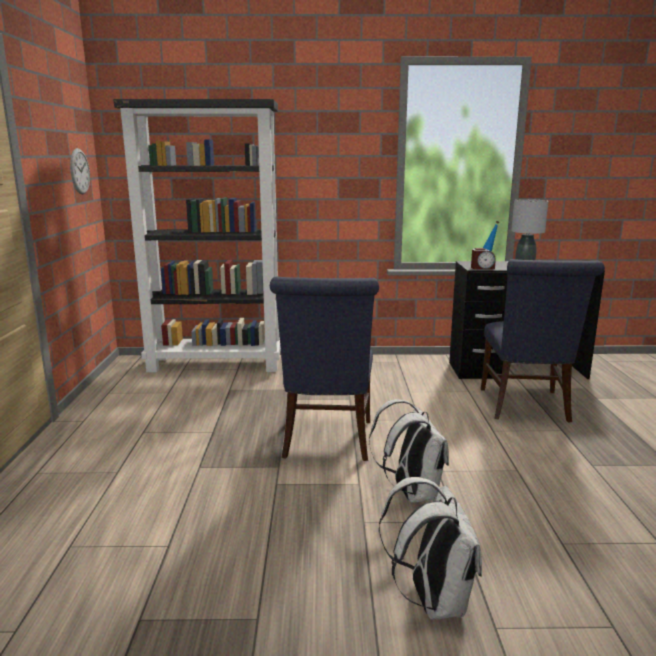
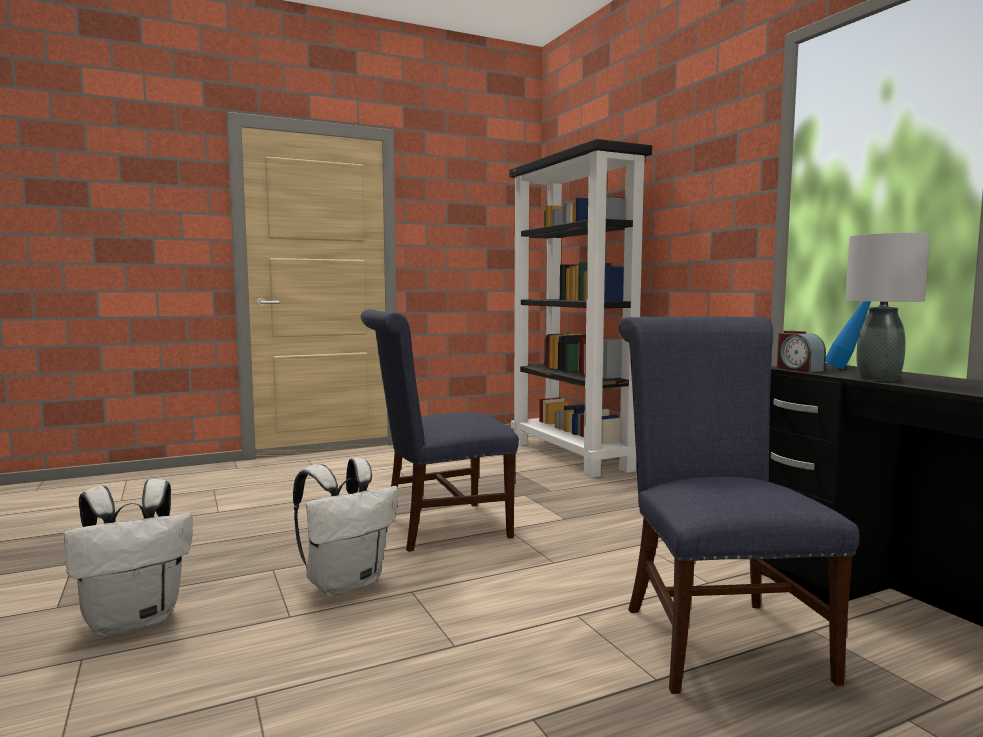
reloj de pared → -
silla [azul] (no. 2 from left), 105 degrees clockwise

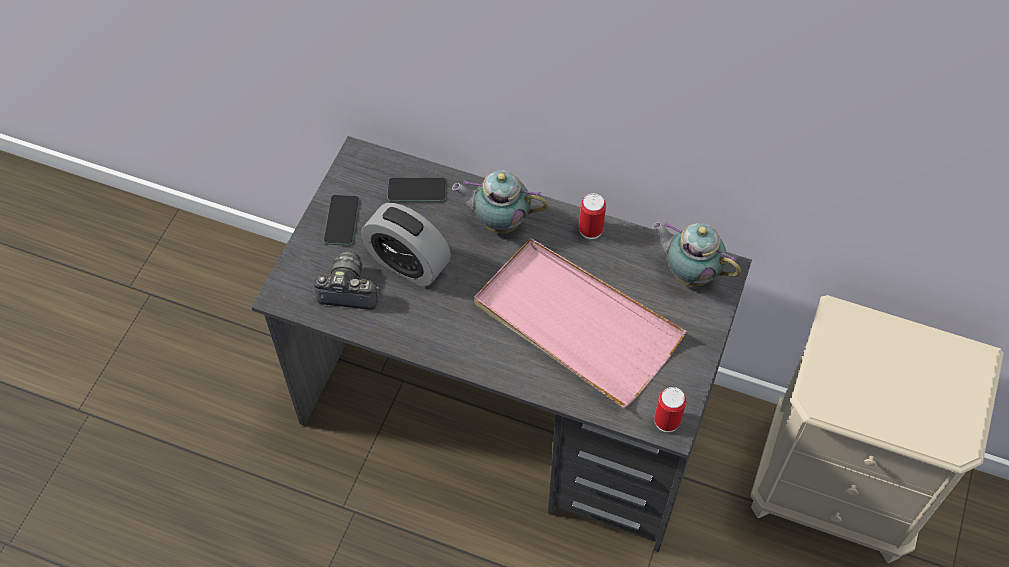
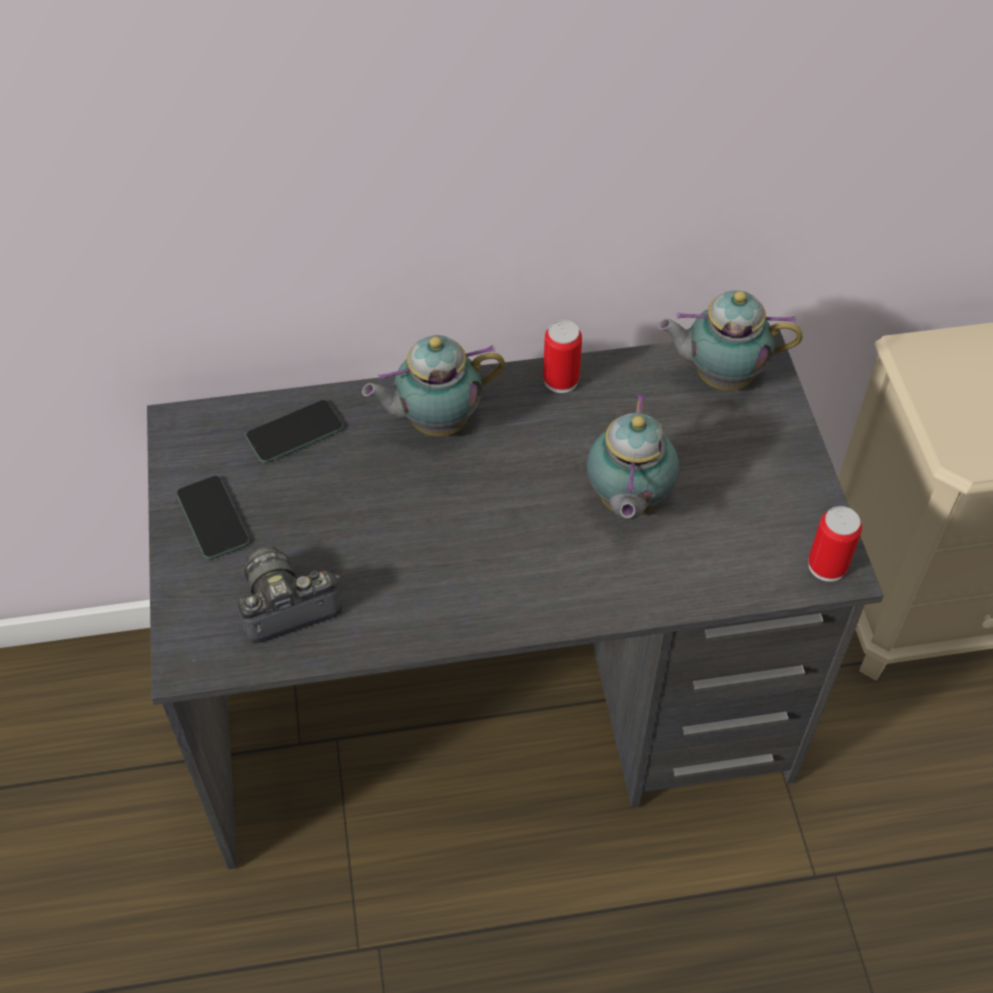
despertador → -
bandeja [rosa] → tetera (no. 2 from left)

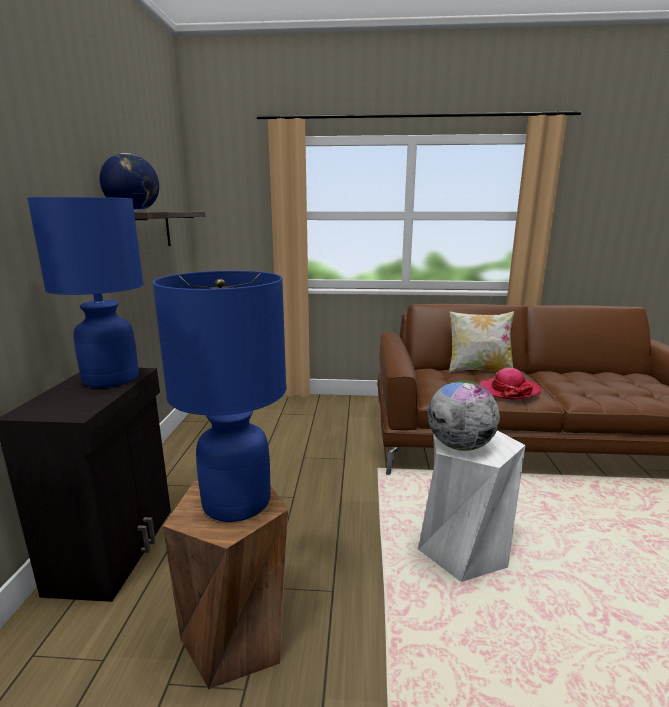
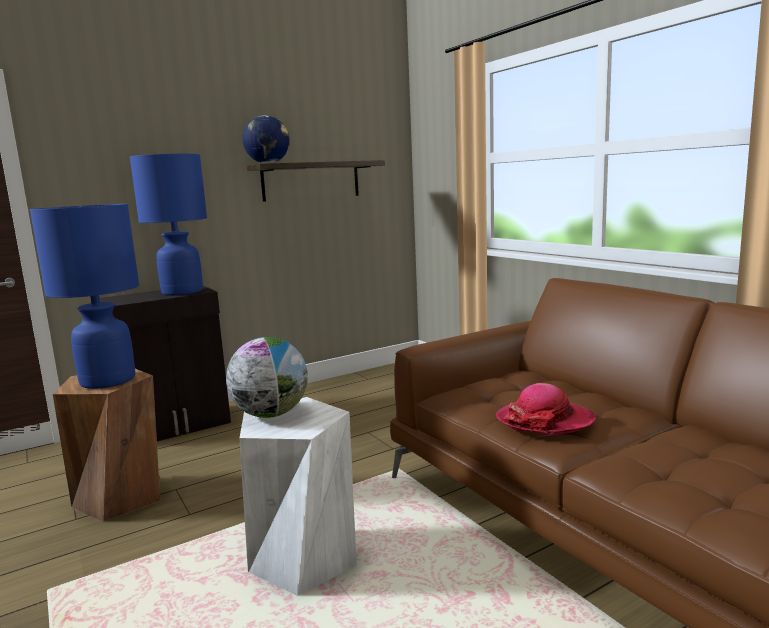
cojín → -

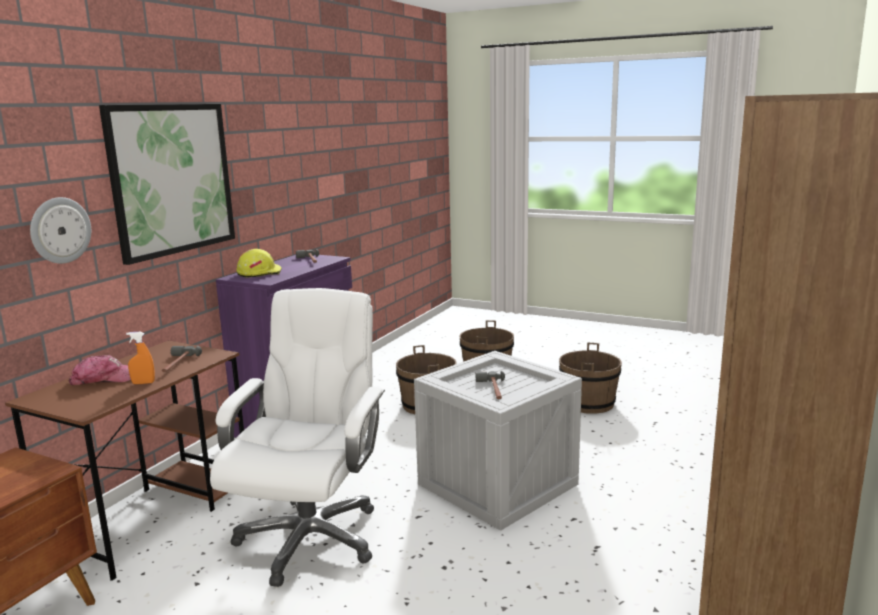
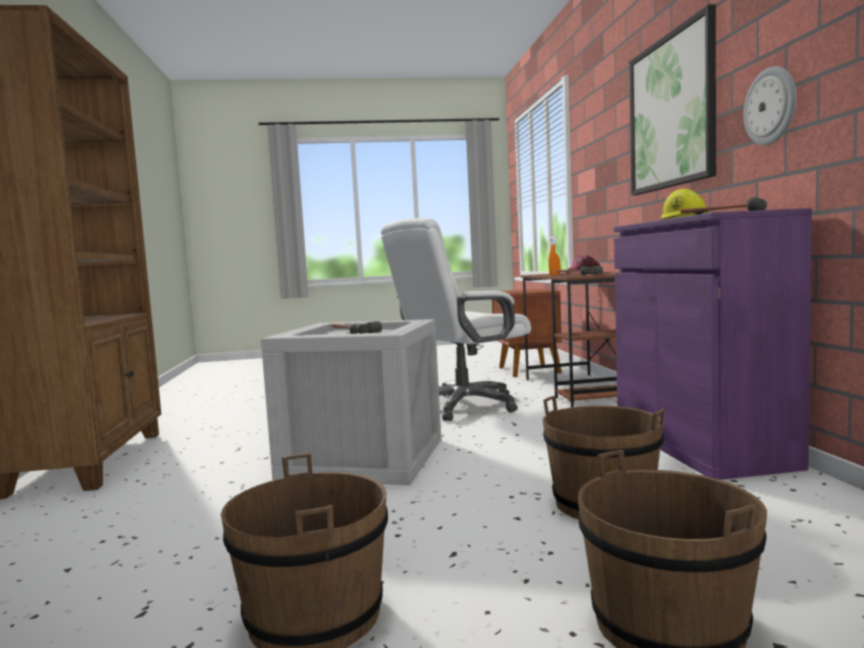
reloj de pared, shifted
silla de oficina [blanco], 75 degrees clockwise

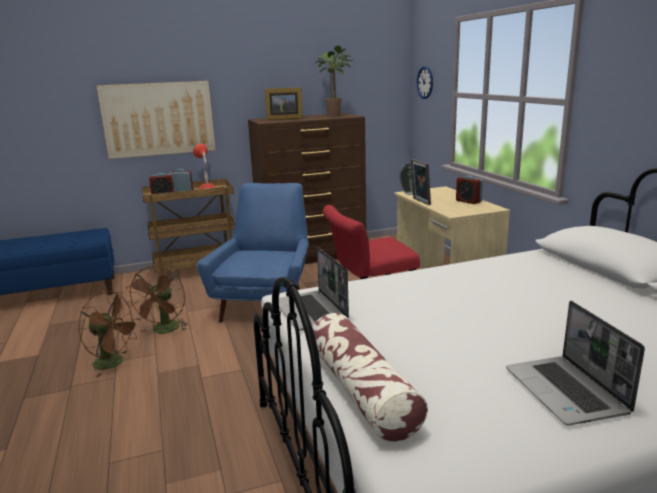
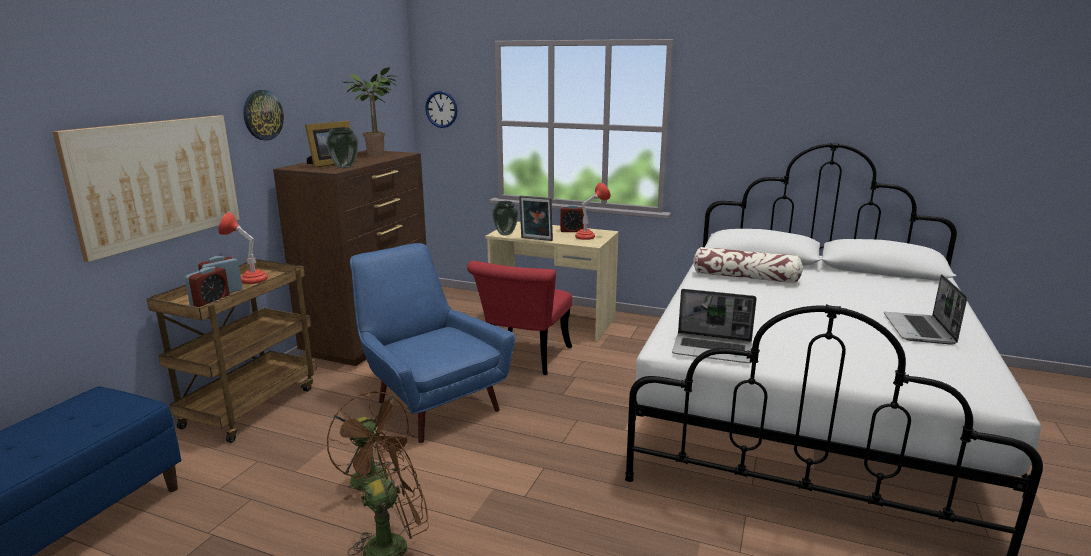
cojín, shifted
portátil (no. 2 from left), 75 degrees clockwise
- → reloj de pared (no. 1 from left)
- → florero (no. 1 from left)
- → lámpara de mesa [rojo] (no. 2 from left)

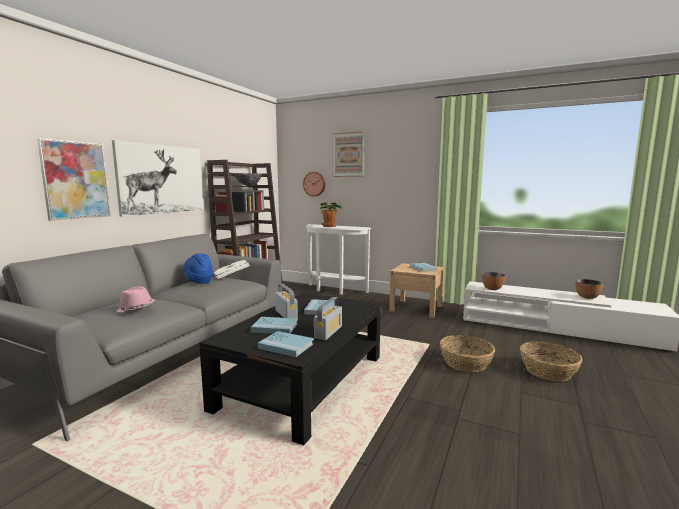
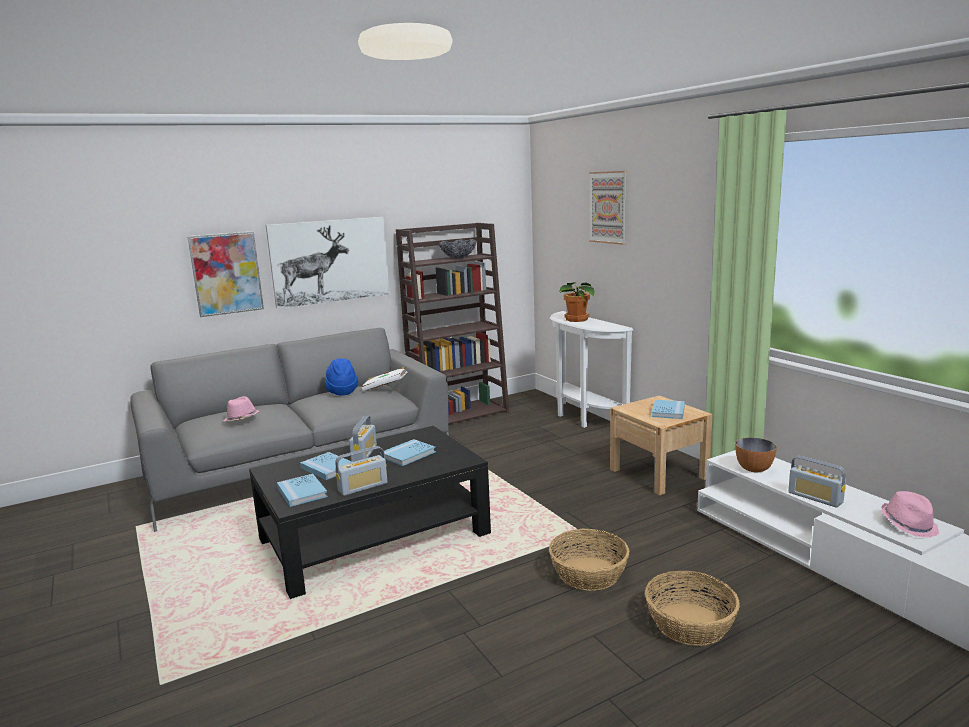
reloj de pared → -
cuenco (no. 3 from left) → sombrero [rosa] (no. 2 from left)
- → radio (no. 3 from left)

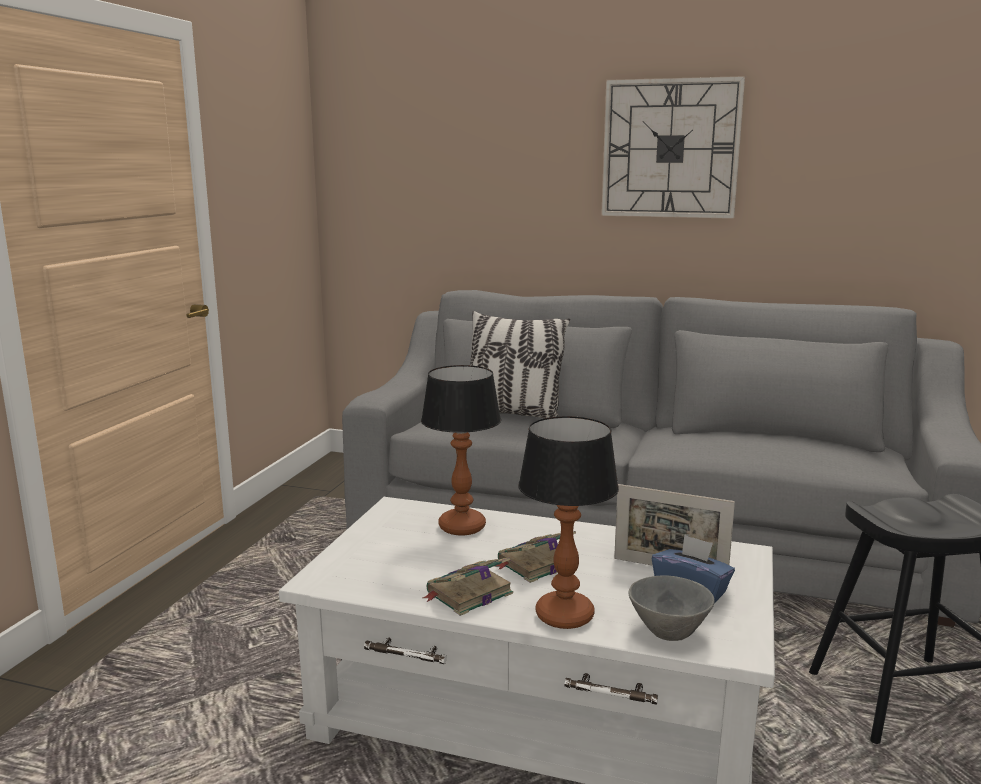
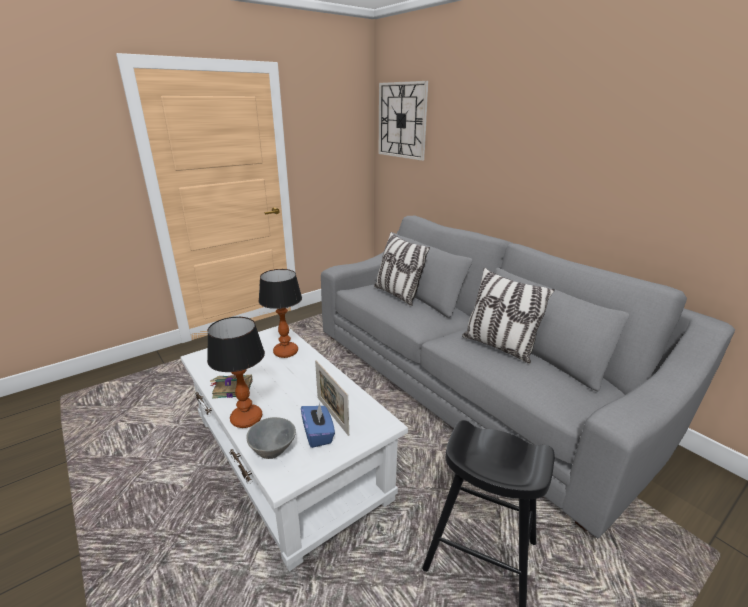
libro (no. 2 from left) → -
reloj de pared, shifted
- → cojín (no. 2 from left)

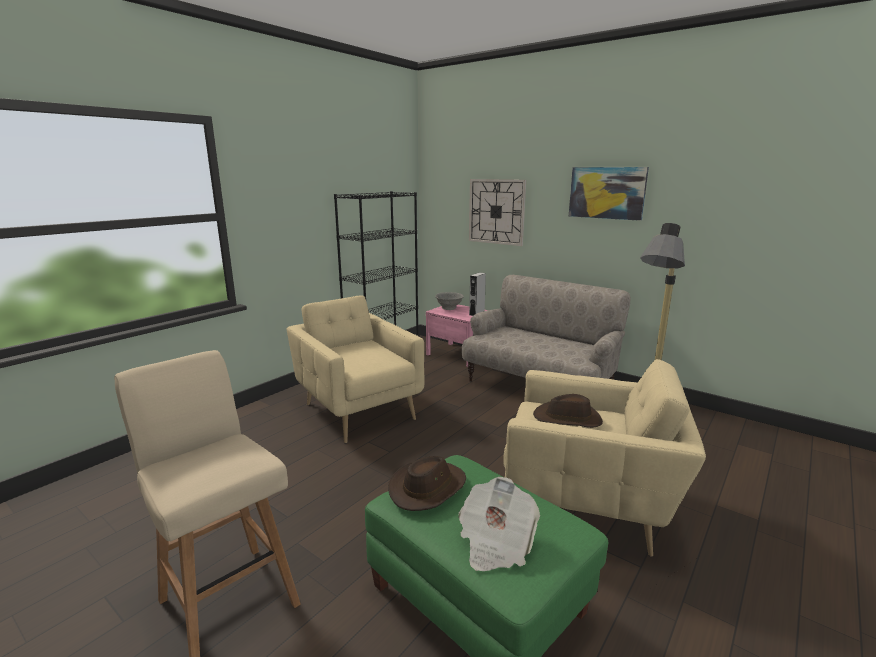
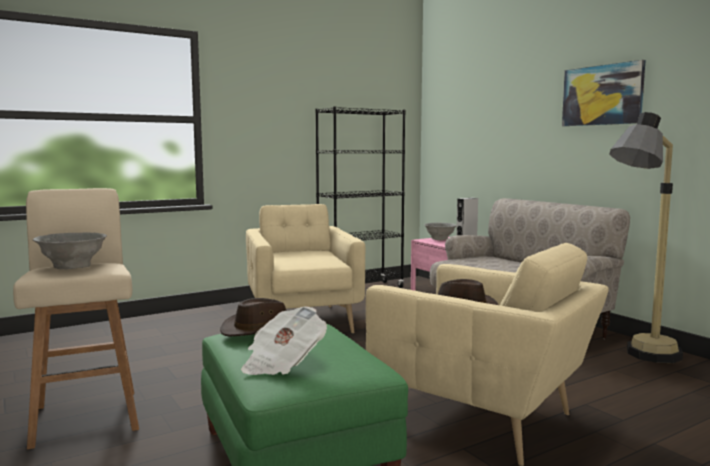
reloj de pared → -
- → cuenco [gris] (no. 1 from left)

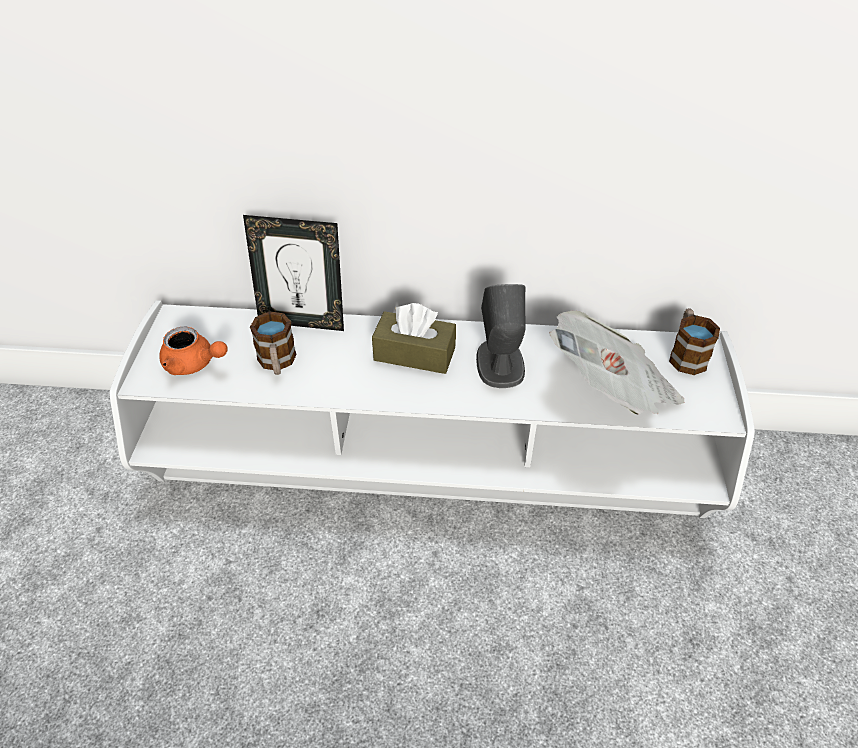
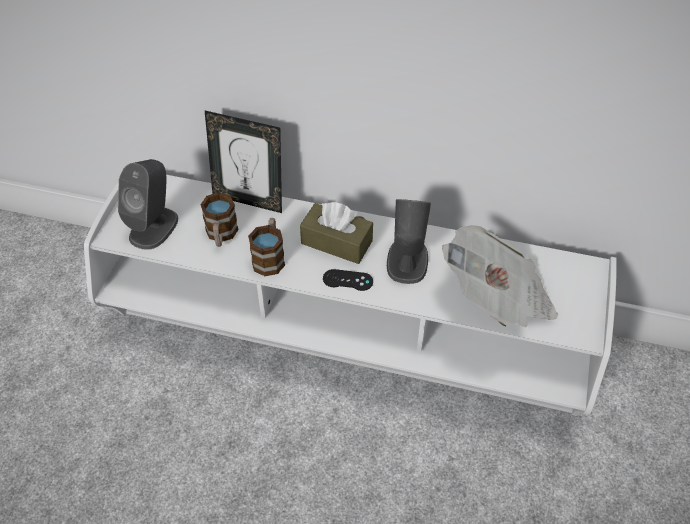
tetera [naranja] → altavoz [gris] (no. 1 from left)
taza grande (no. 2 from left), shifted
- → mando de consola [negro]

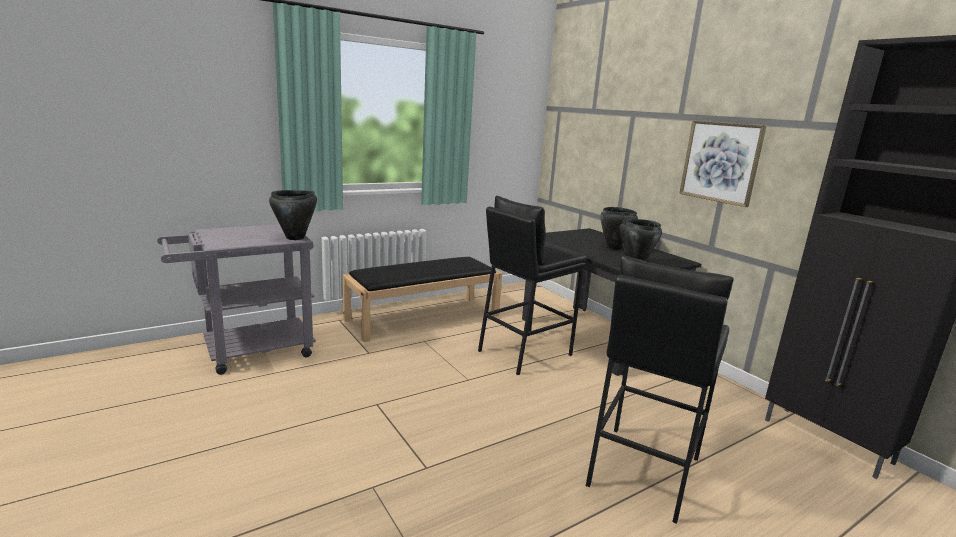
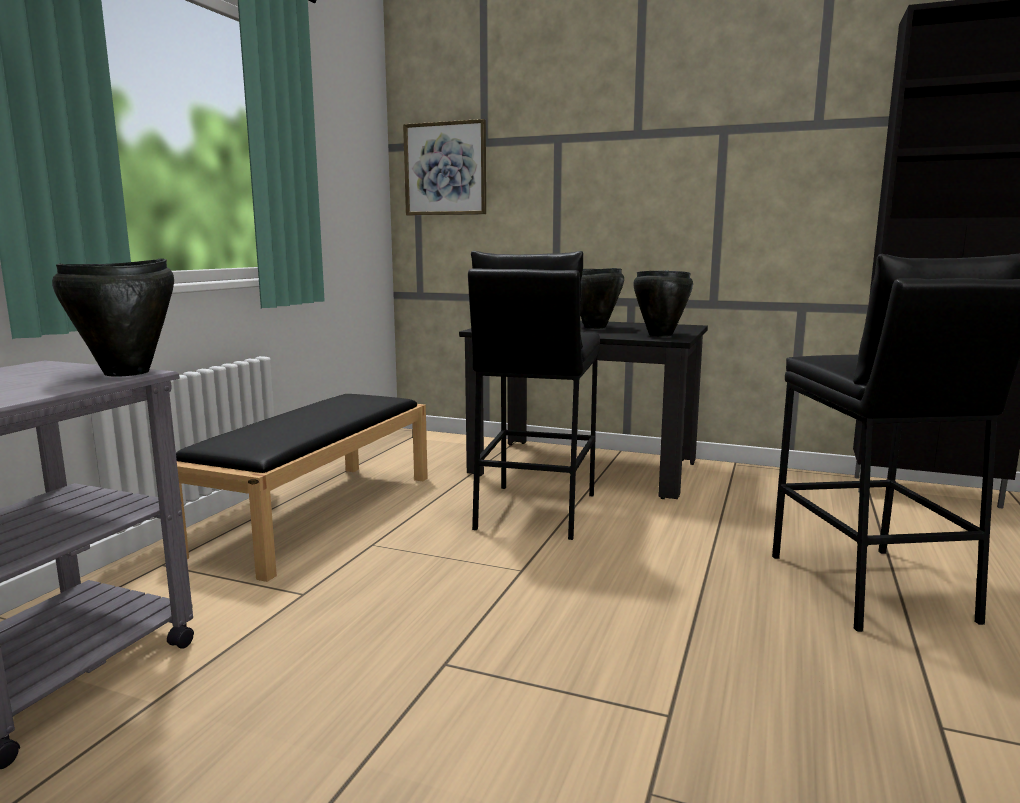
cuadro, shifted

